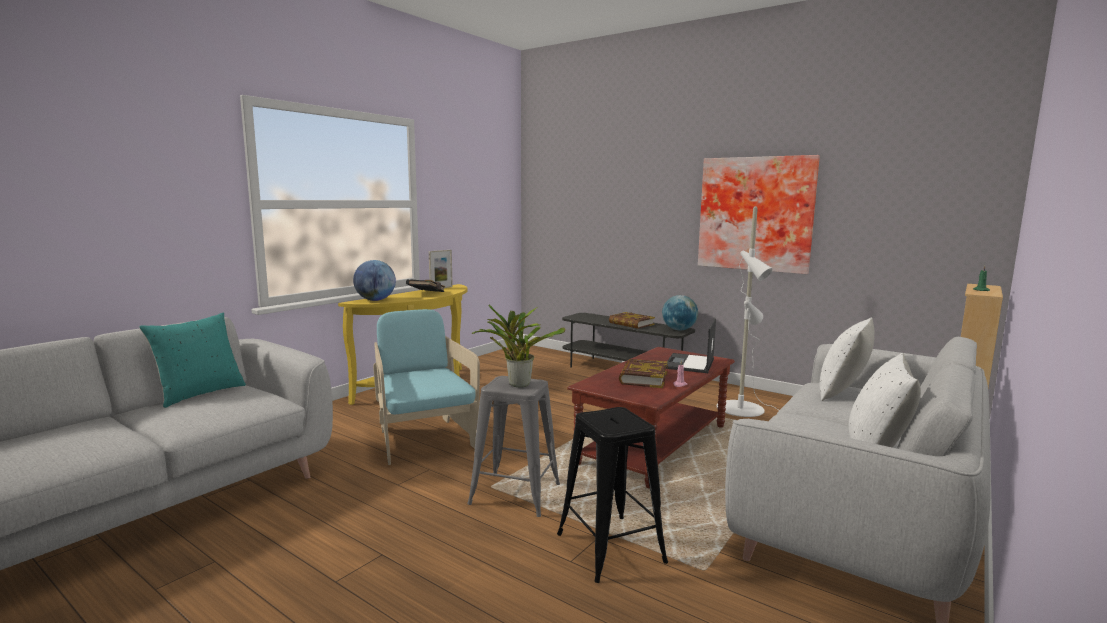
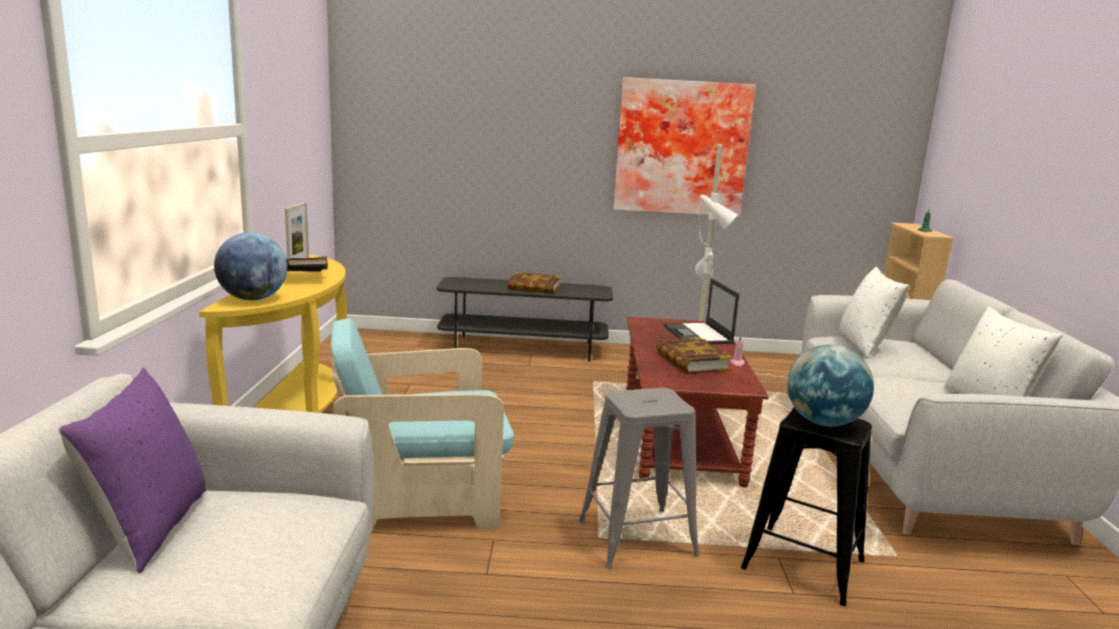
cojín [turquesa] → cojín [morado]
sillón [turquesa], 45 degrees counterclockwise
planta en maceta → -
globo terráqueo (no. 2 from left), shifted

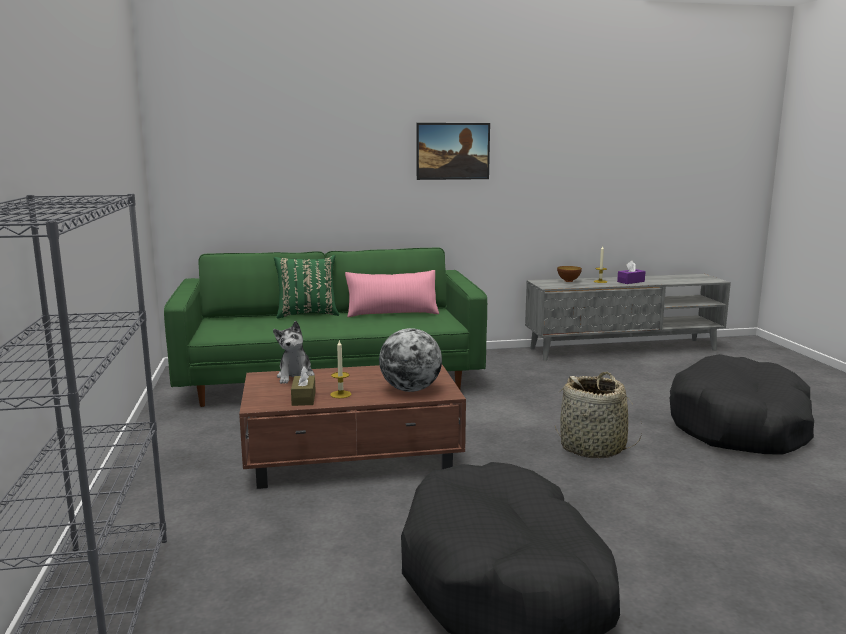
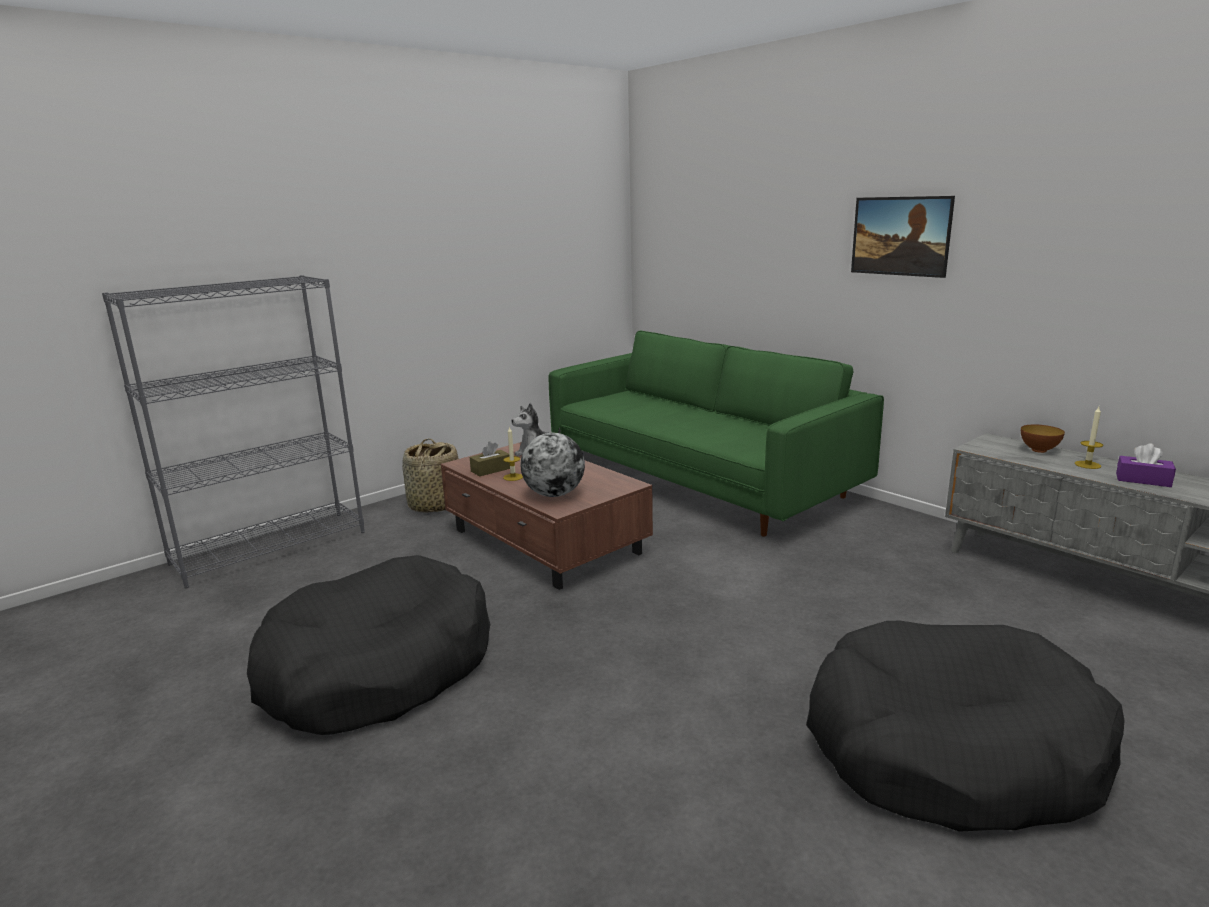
cojín [verde] → -
cojín [rosa] → -
cesta, shifted

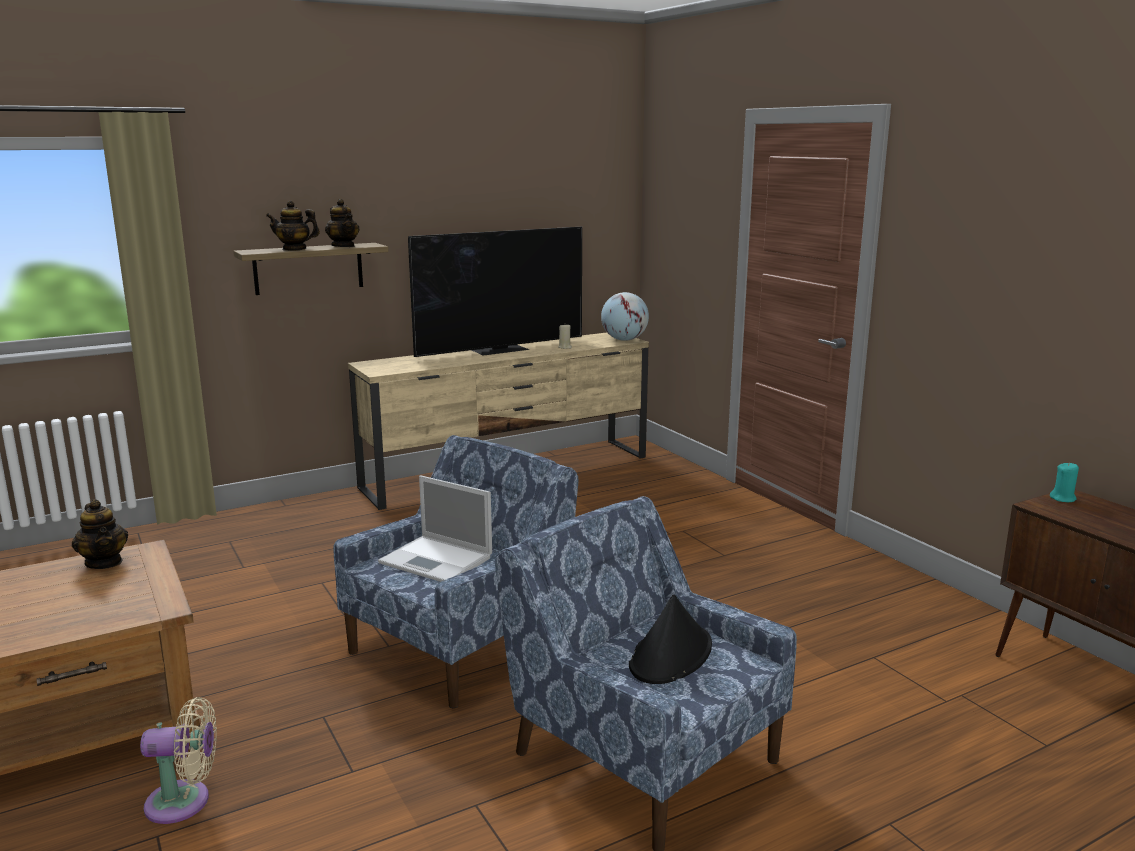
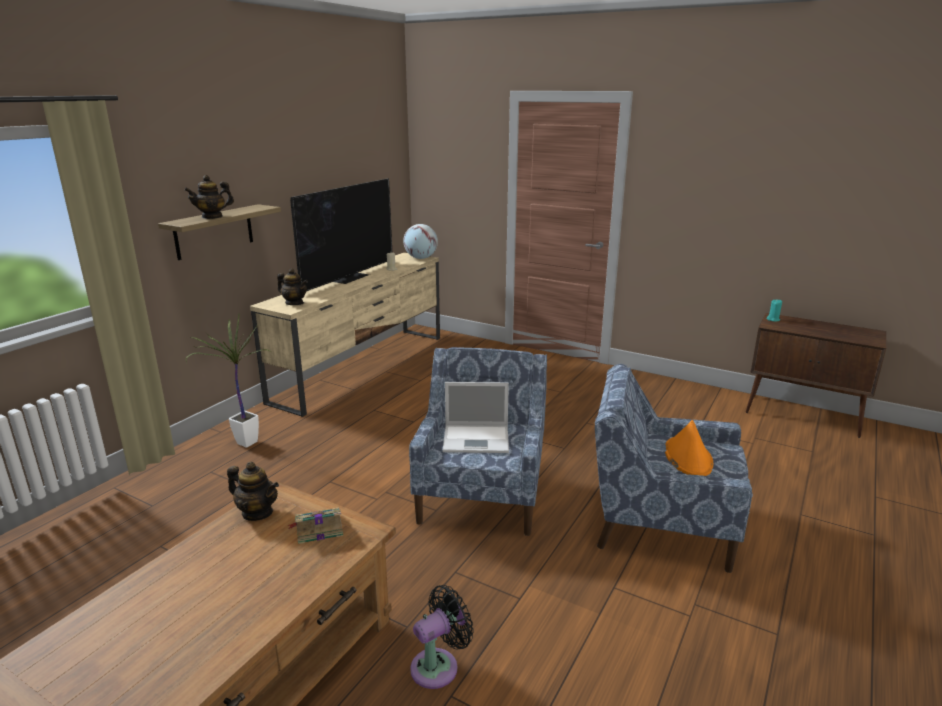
ventilador [beis] → ventilador [negro]
tetera (no. 3 from left), shifted
sombrero [negro] → sombrero [naranja]
- → planta en maceta
- → libro

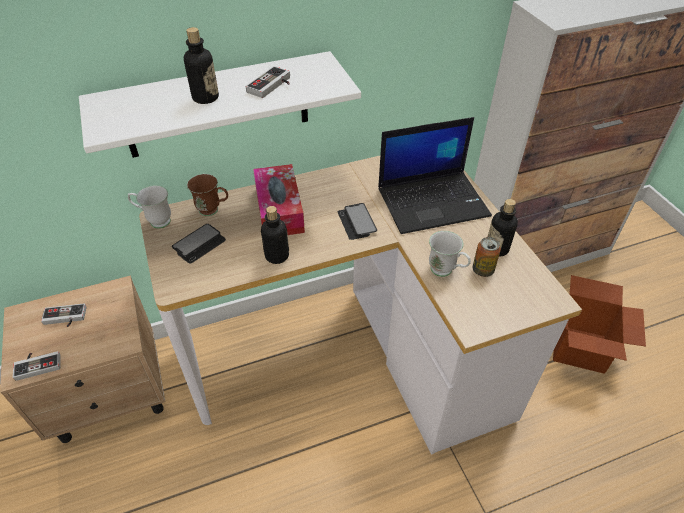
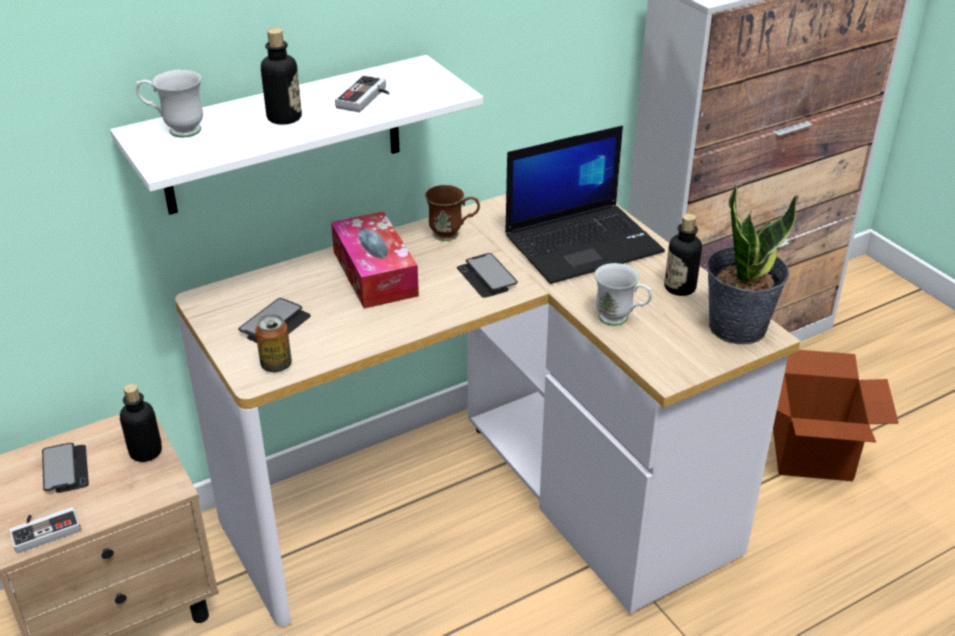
mando de consola (no. 2 from left) → móvil (no. 1 from left)
taza grande [blanco] (no. 1 from left), shifted
taza grande [marrón], shifted
botella (no. 2 from left in the first image) → botella (no. 1 from left), shifted
lata, shifted
- → planta en maceta

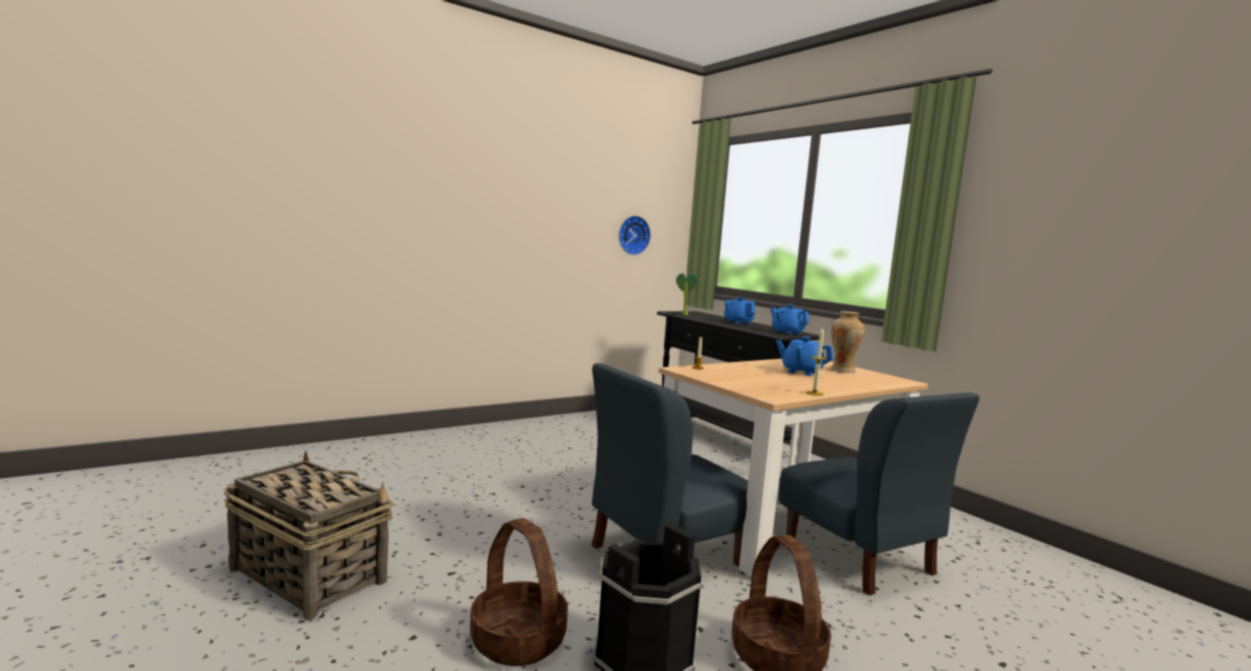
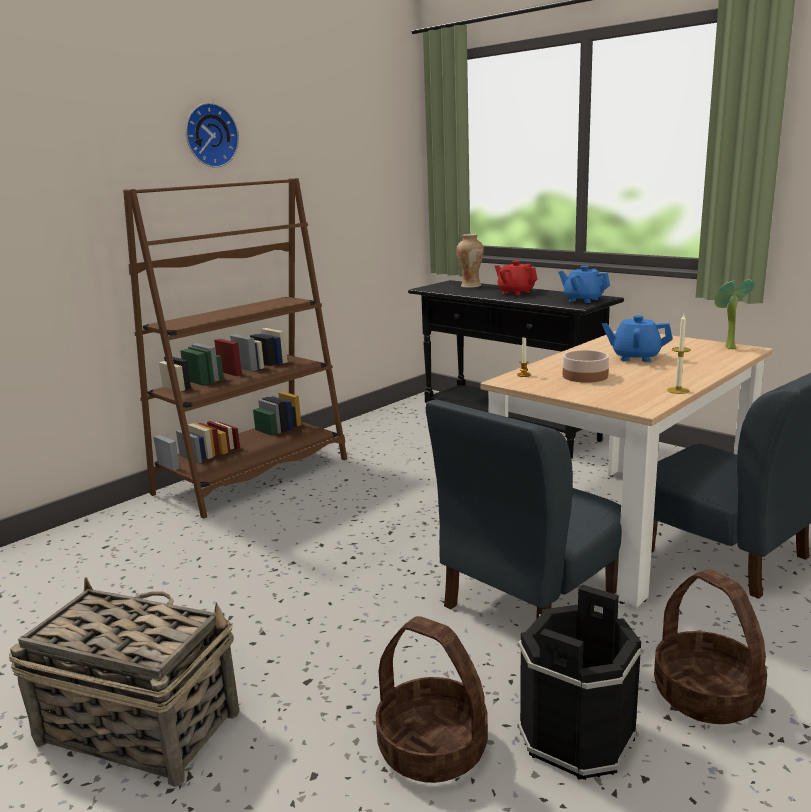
reloj de pared, shifted
planta en maceta, shifted
tetera [azul] (no. 1 from left) → tetera [rojo]
florero, shifted
- → estantería [marrón]
- → cuenco

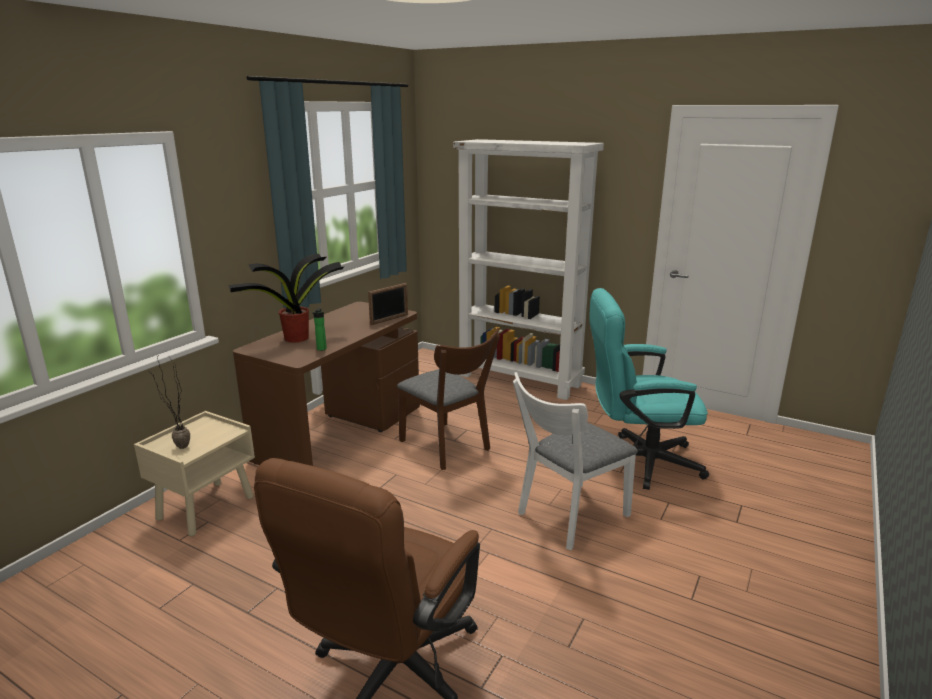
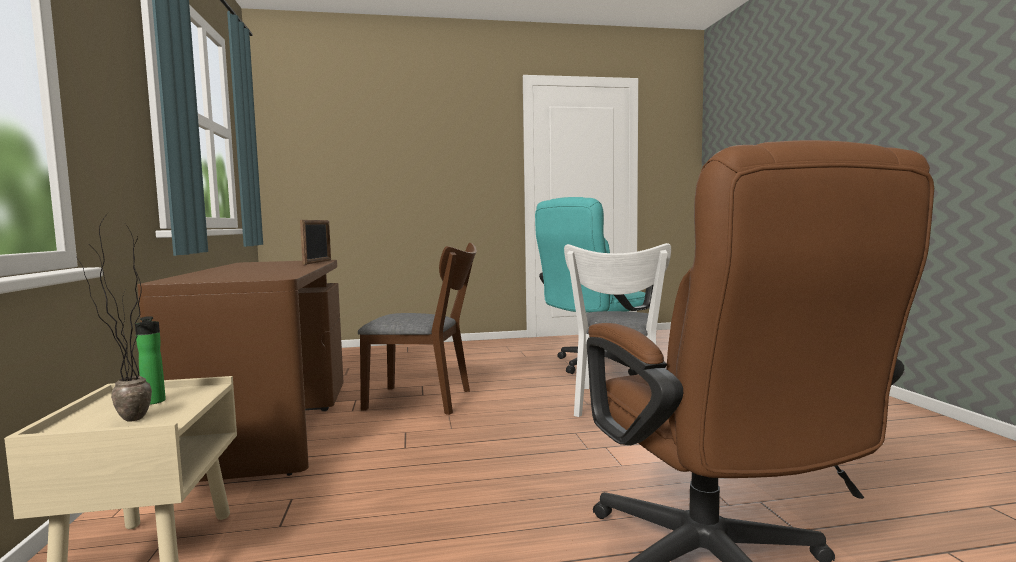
planta en maceta (no. 2 from left) → -
botella, shifted
estantería [blanco] → -

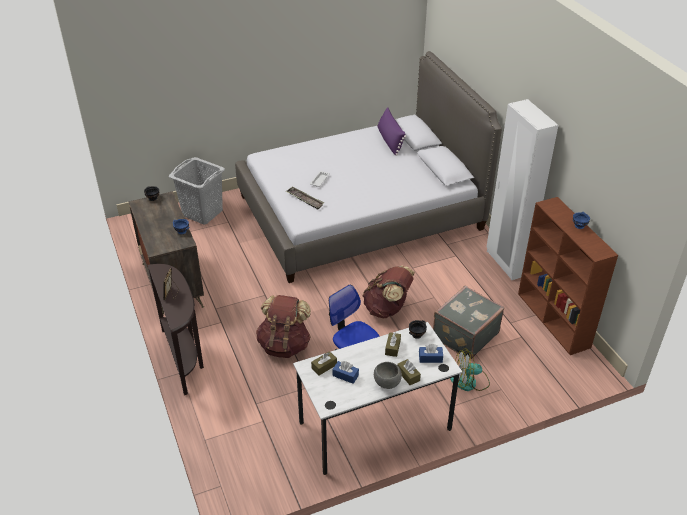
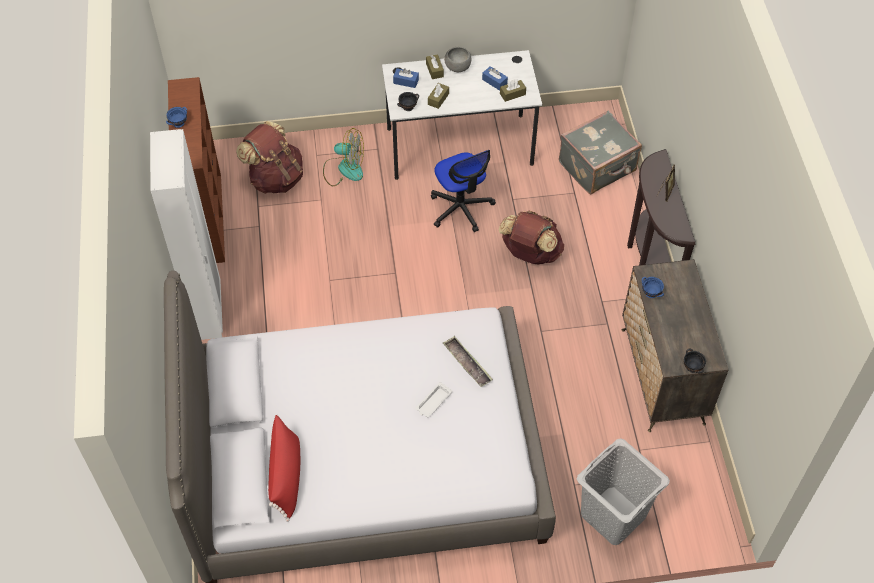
mochila [marrón] (no. 2 from left in the first image) → mochila [marrón] (no. 1 from left), shifted
cojín [morado] → cojín [rojo]
maleta [gris], shifted

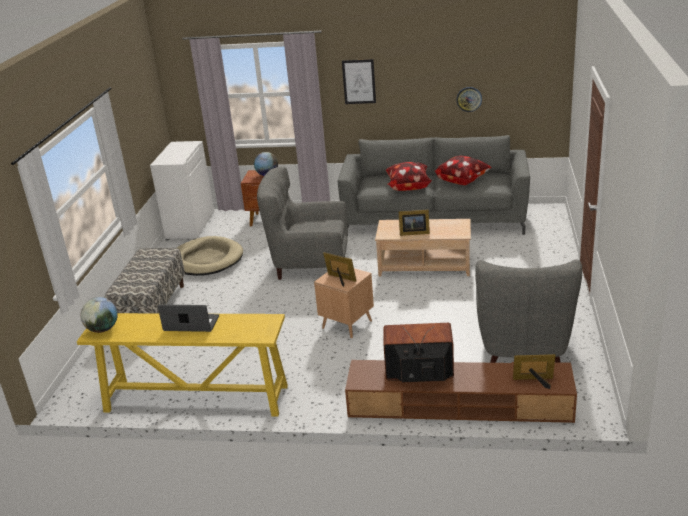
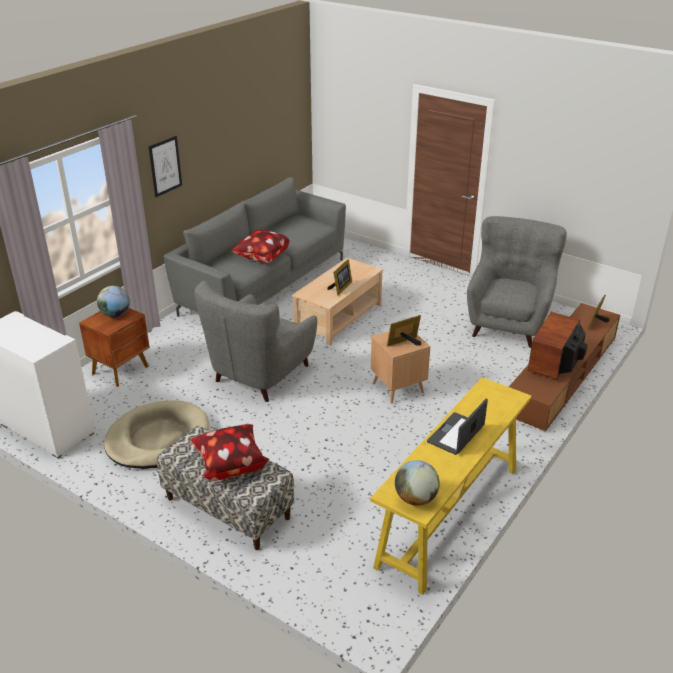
cojín (no. 2 from left in the first image) → cojín (no. 1 from left), shifted
reloj de pared → -
sillón [gris] (no. 2 from left), 105 degrees counterclockwise

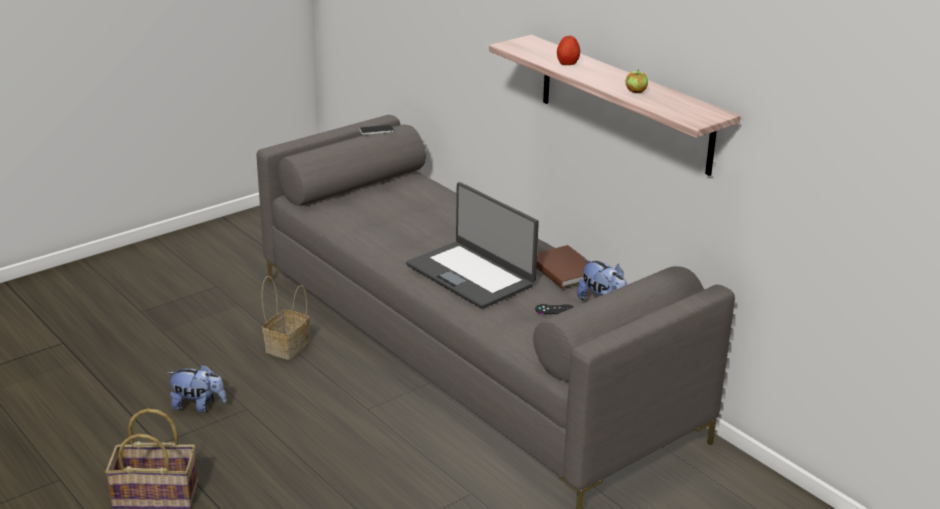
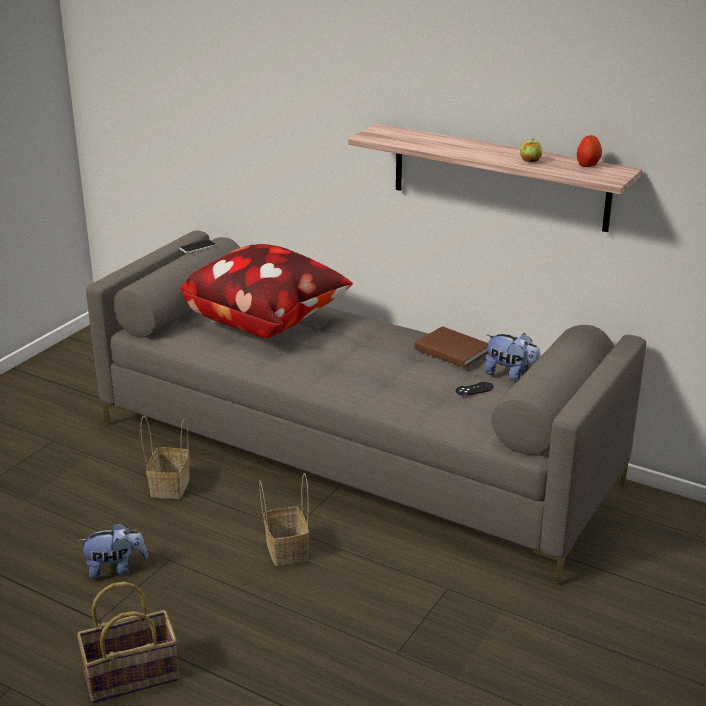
portátil → -
manzana (no. 1 from left in the first image) → manzana (no. 2 from left), shifted
- → cojín
- → cesta (no. 3 from left)

